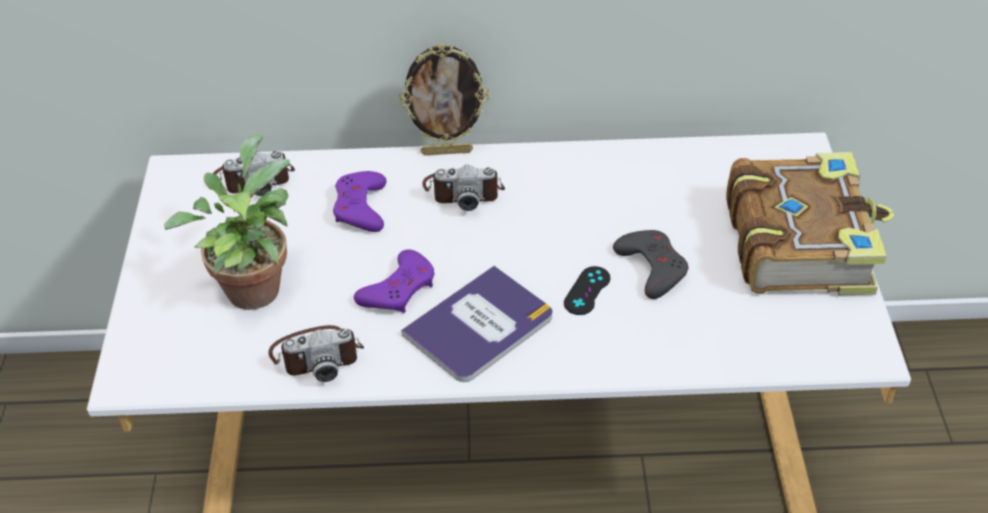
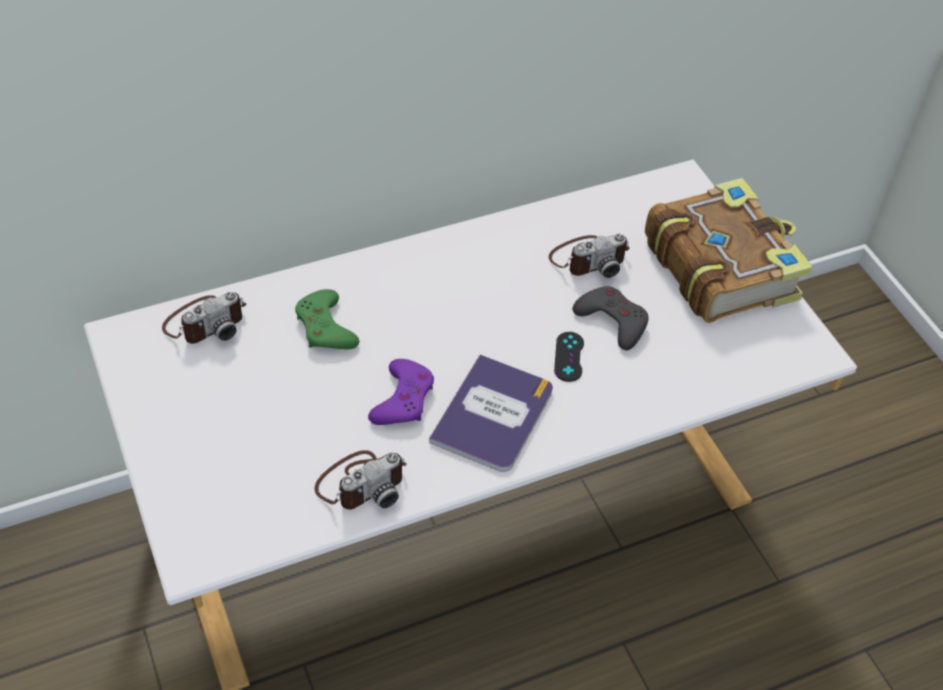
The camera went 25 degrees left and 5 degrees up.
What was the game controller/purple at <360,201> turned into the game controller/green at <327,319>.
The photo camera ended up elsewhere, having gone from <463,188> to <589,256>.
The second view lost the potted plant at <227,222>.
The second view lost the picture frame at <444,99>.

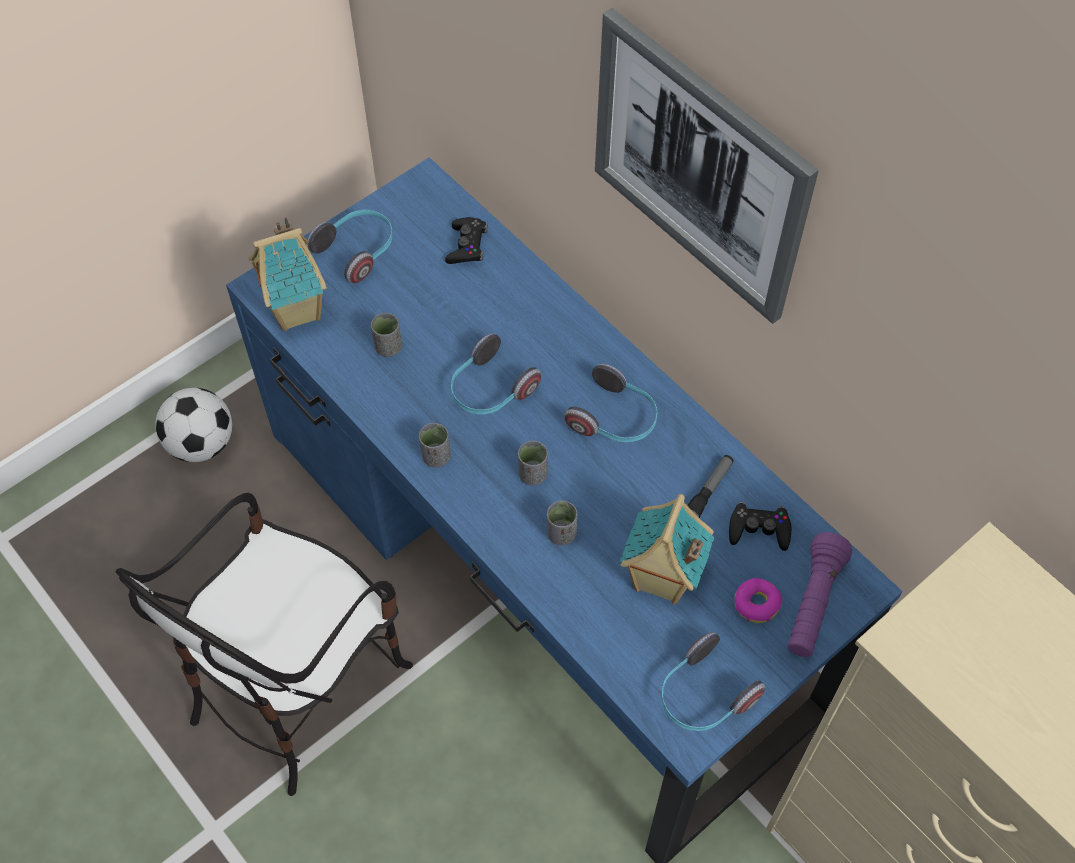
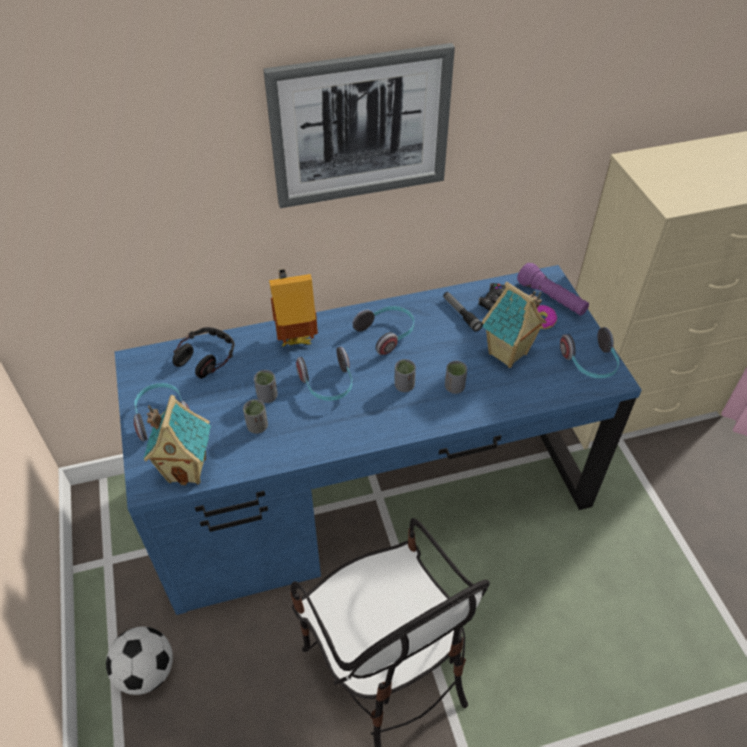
The camera went 65 degrees left and 10 degrees down.
Where the game controller/black stood at <466,240>, the headphones came to stand at <204,353>.
The cup/grey ended up elsewhere, having gone from <435,445> to <266,386>.
The second view gained the toy house at <293,307>.

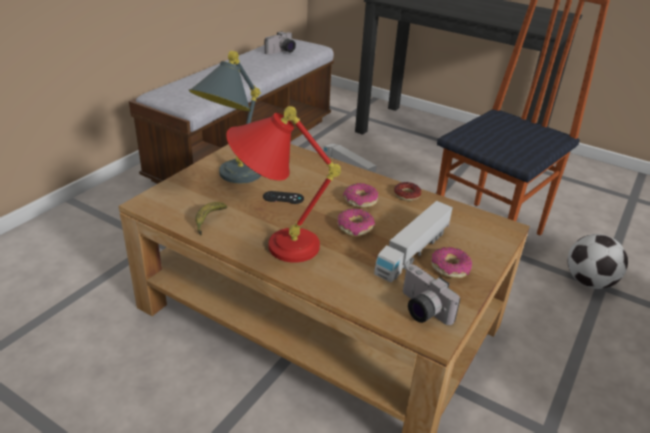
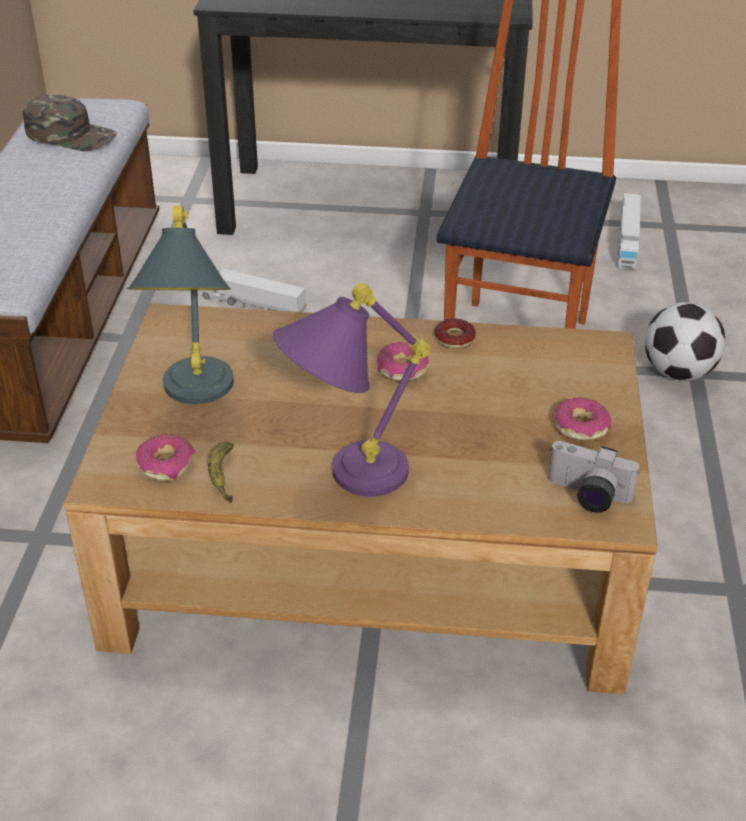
The camera went 25 degrees left and 5 degrees up.
Where the photo camera stood at <280,43>, the cap/green came to stand at <69,123>.
The donut ended up elsewhere, having gone from <356,222> to <165,457>.
What was the table lamp/red at <284,184> turned into the table lamp/purple at <352,390>.
The toy truck ended up elsewhere, having gone from <413,241> to <629,231>.
The second view lost the game controller/black at <283,197>.

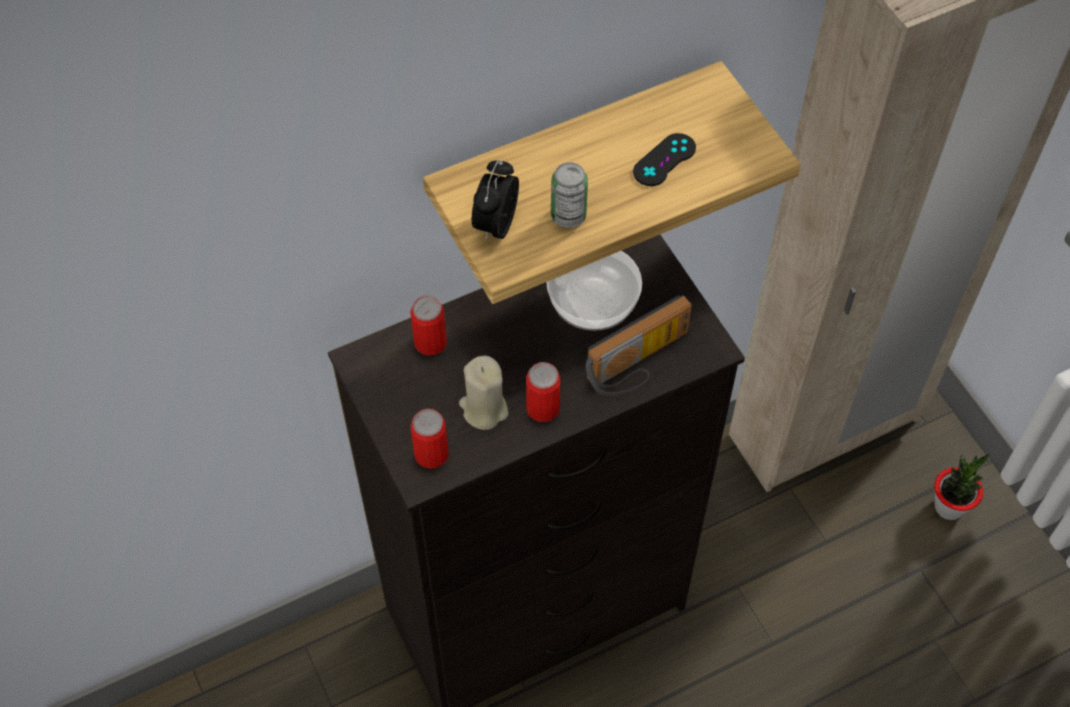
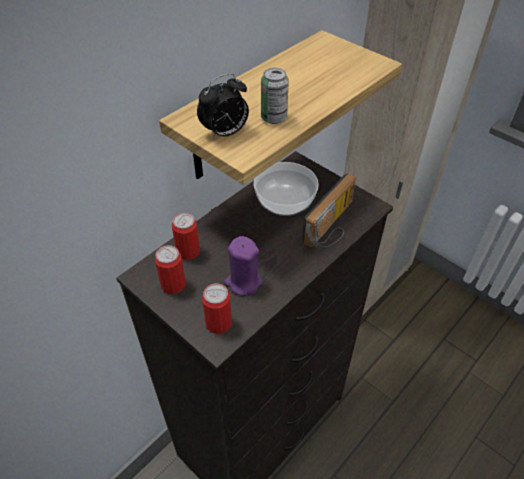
The camera went 20 degrees left and 10 degrees down.
The can ended up elsewhere, having gone from <543,392> to <170,269>.
The alarm clock at <495,200> ended up facing another way, 120 degrees counterclockwise from before.
What was the candle/beige at <483,393> turned into the candle/purple at <243,266>.
The second view lost the game controller/black at <664,159>.
The second view lost the potted plant at <962,486>.

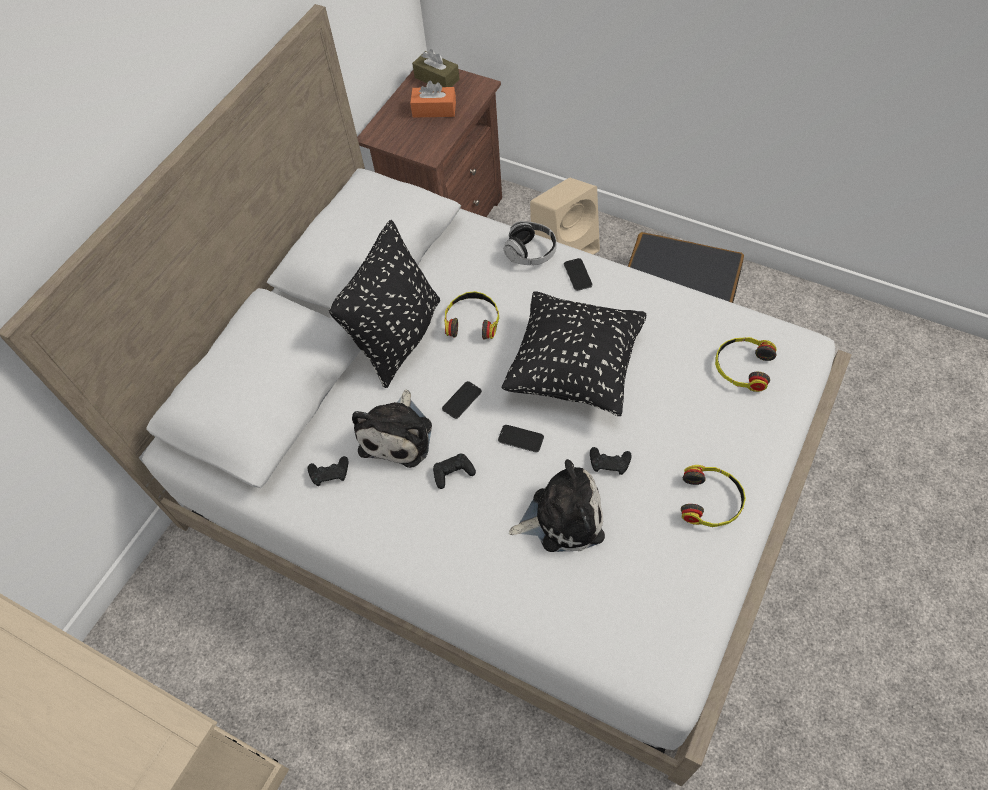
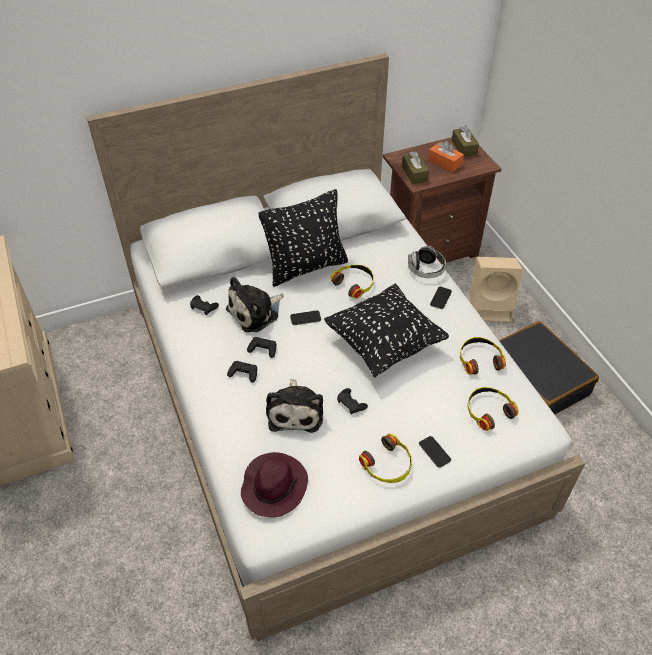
The camera went 35 degrees right and 10 degrees down.
The second view gained the game controller/black at <242,372>.
The second view gained the hat/purple at <274,485>.
The plush toy at <557,505> ended up facing another way, 60 degrees clockwise from before.
The second view gained the tissue box/brown at <415,167>.
The phone ended up elsewhere, having gone from <521,438> to <435,452>.
The second view gained the headphones at <483,356>.

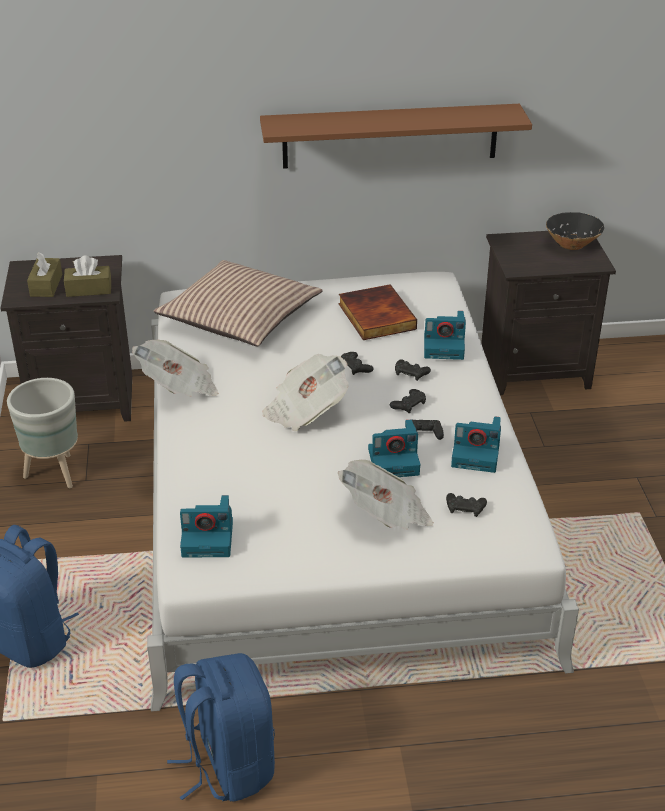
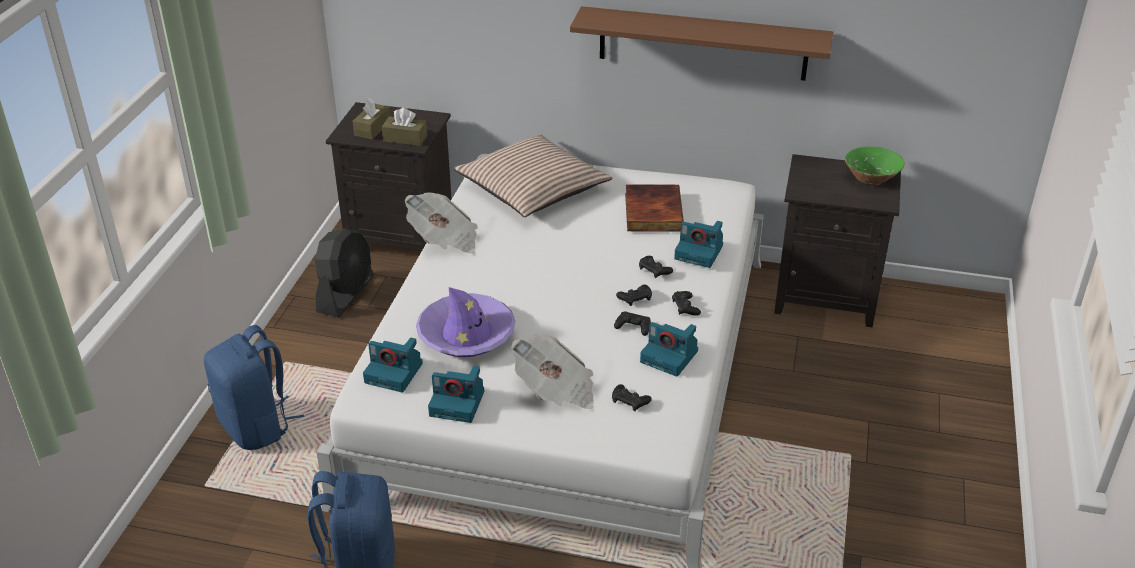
The camera went 20 degrees right and 0 degrees up.
Where the planter/grey stood at <42,433>, the fan/black came to stand at <344,273>.
The second view gained the hat/purple at <465,322>.
The photo camera ended up elsewhere, having gone from <394,448> to <456,394>.
The game controller/black ended up elsewhere, having gone from <357,363> to <686,303>.
What was the bowl/black at <575,231> turned into the bowl/green at <875,165>.
The second view lost the newspaper at <305,392>.

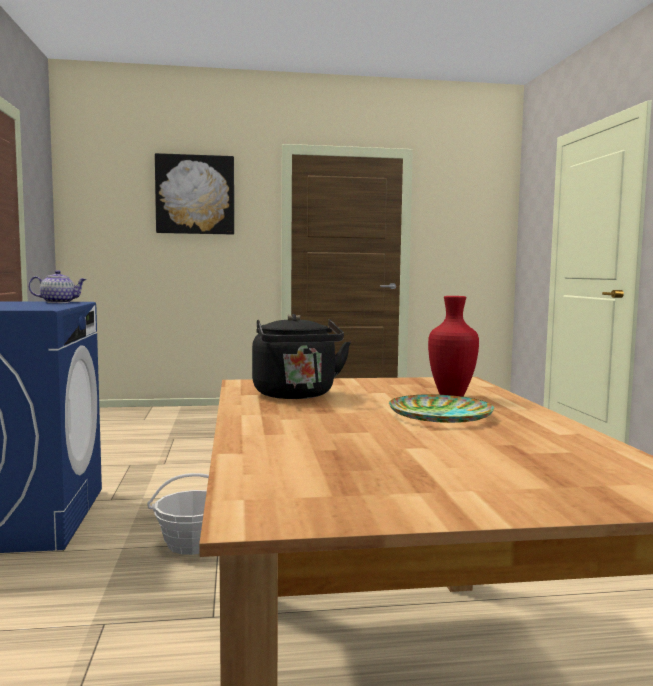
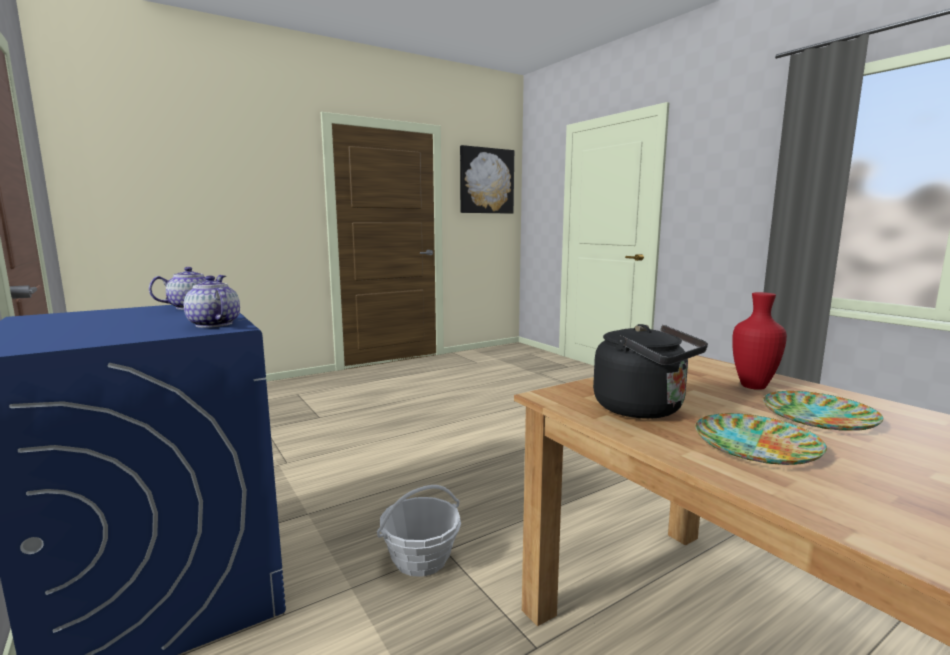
The camera went 25 degrees left and 5 degrees up.
The second view gained the teapot at <212,302>.
The picture ended up elsewhere, having gone from <194,194> to <487,179>.
The second view gained the plate at <761,439>.

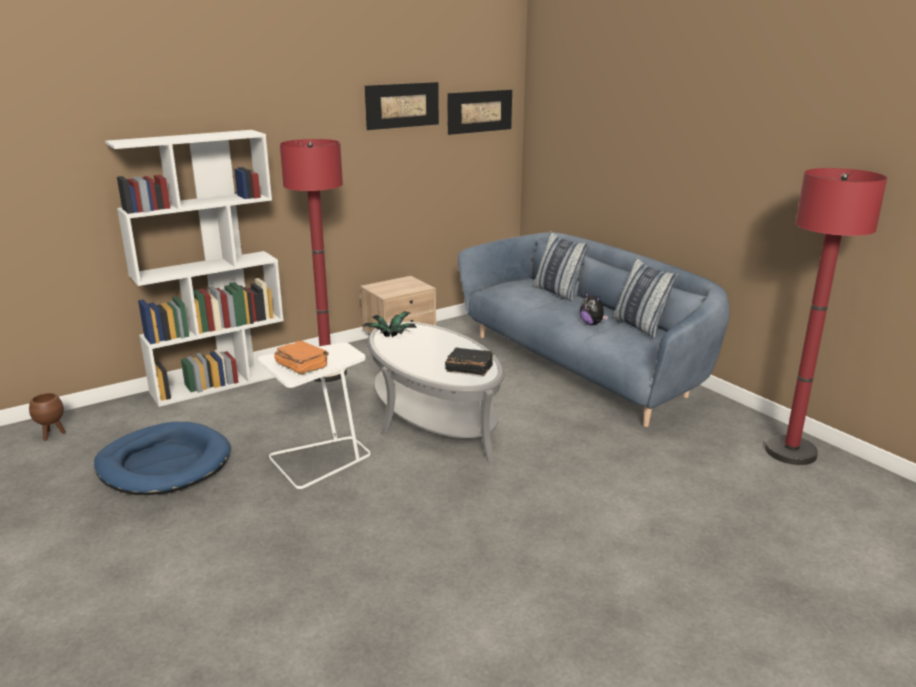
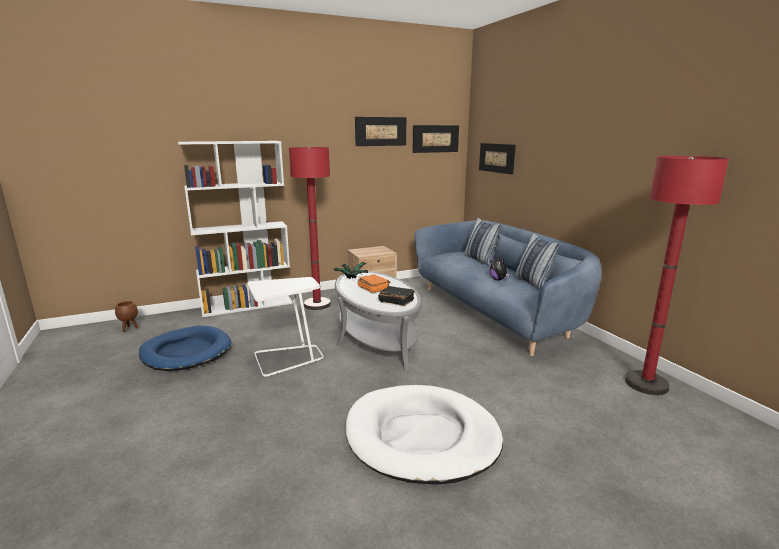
The camera went 10 degrees right and 5 degrees down.
The second view gained the dog bed/white at <424,435>.
The book/orange ended up elsewhere, having gone from <301,357> to <374,283>.
The second view gained the picture at <497,159>.

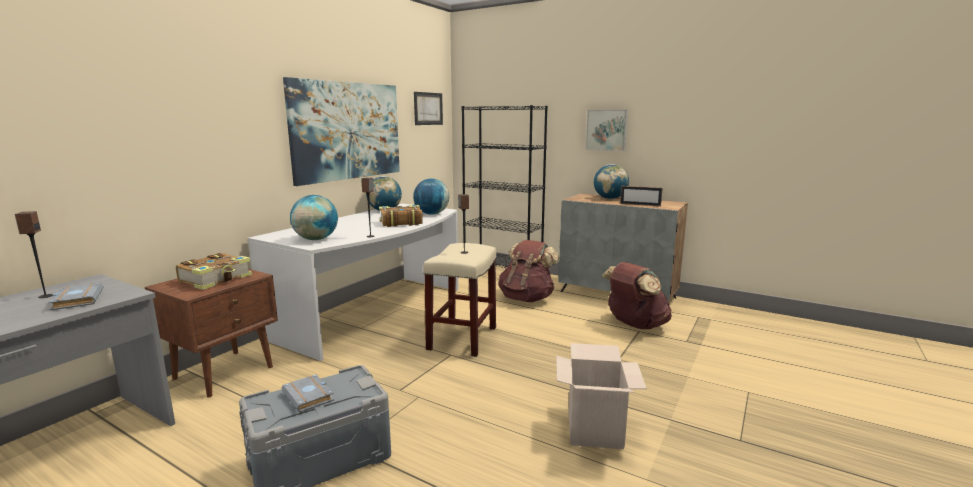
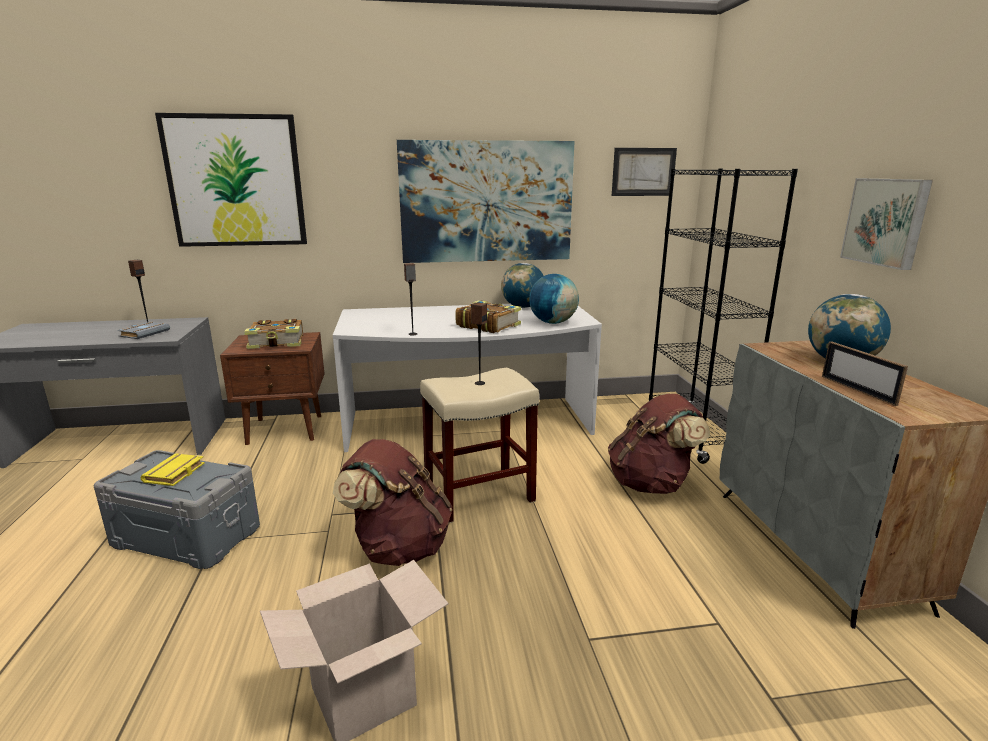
The camera went 50 degrees right and 5 degrees up.
What was the book/grey at <307,393> turned into the book/yellow at <172,469>.
The second view gained the picture at <231,180>.
The backpack/brown ended up elsewhere, having gone from <637,295> to <392,502>.
The second view lost the globe at <314,217>.

